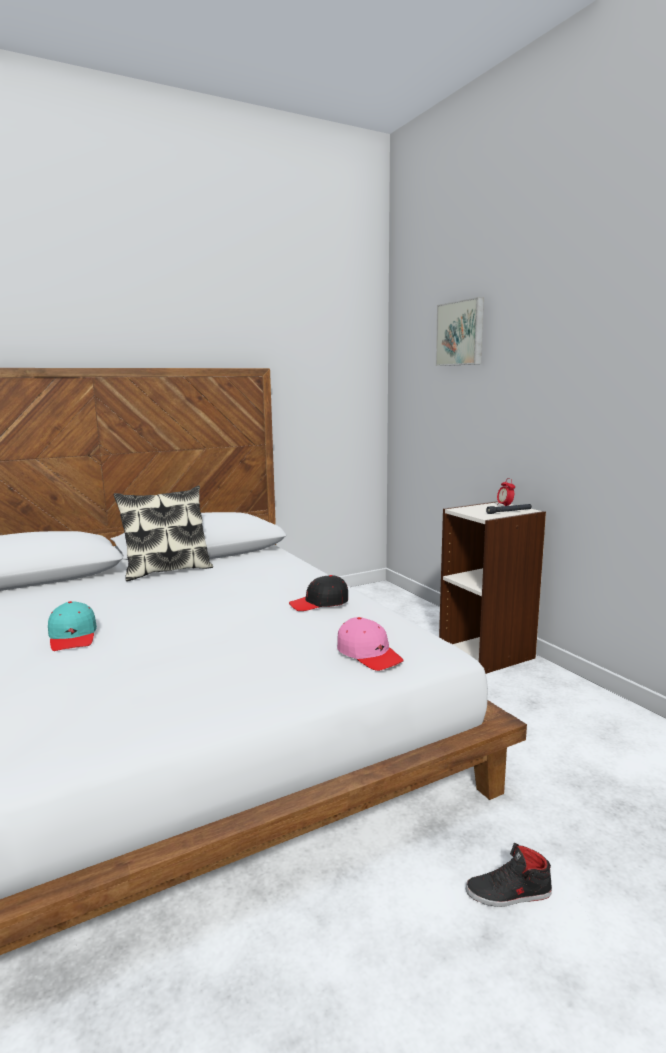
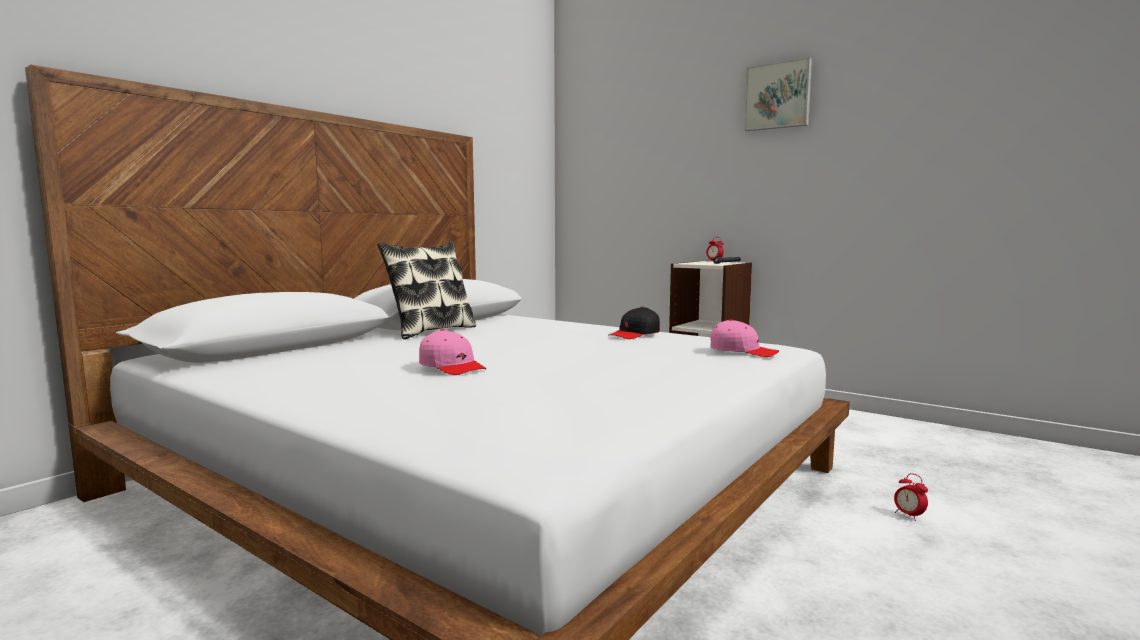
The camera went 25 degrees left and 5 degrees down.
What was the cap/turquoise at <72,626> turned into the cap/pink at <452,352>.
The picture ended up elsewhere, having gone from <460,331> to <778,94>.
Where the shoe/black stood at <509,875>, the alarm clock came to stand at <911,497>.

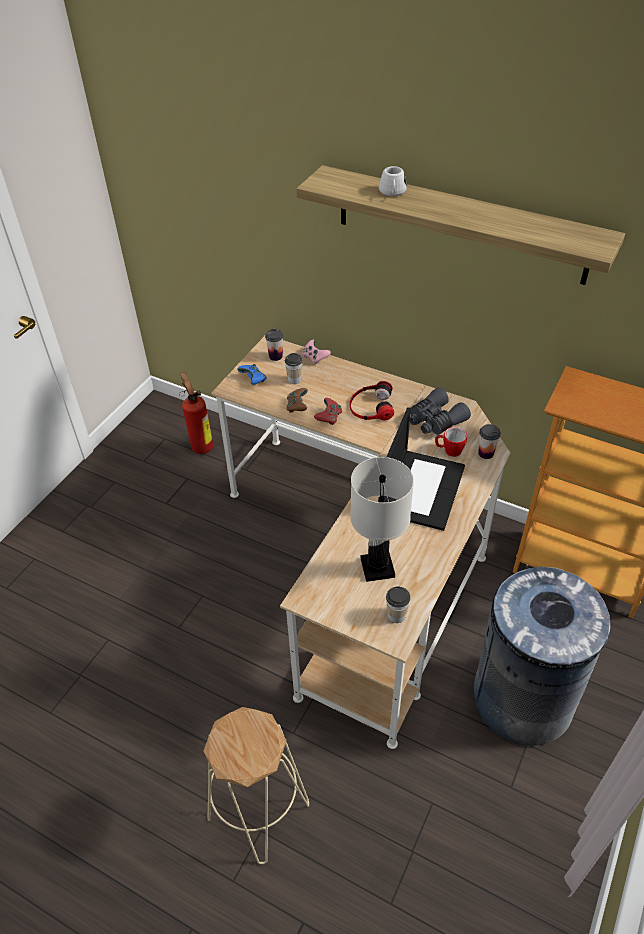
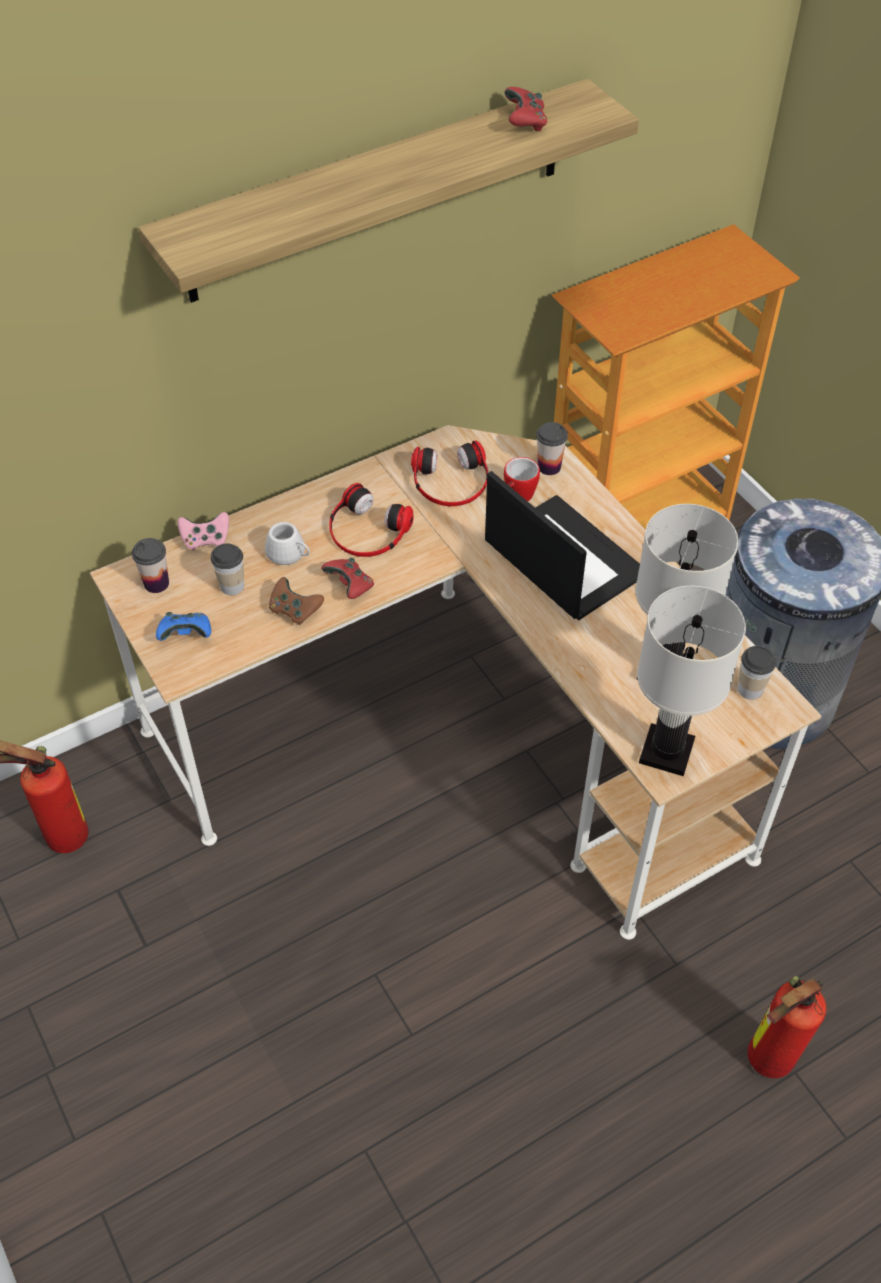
The camera went 60 degrees left and 5 degrees up.
The mug/white ended up elsewhere, having gone from <393,181> to <287,543>.
Where the binoculars/grey stood at <440,411>, the headphones came to stand at <449,473>.
The second view gained the game controller/red at <525,109>.
The second view gained the table lamp/white at <691,681>.
Where the stool/beige stood at <256,785>, the fire extinguisher came to stand at <787,1026>.

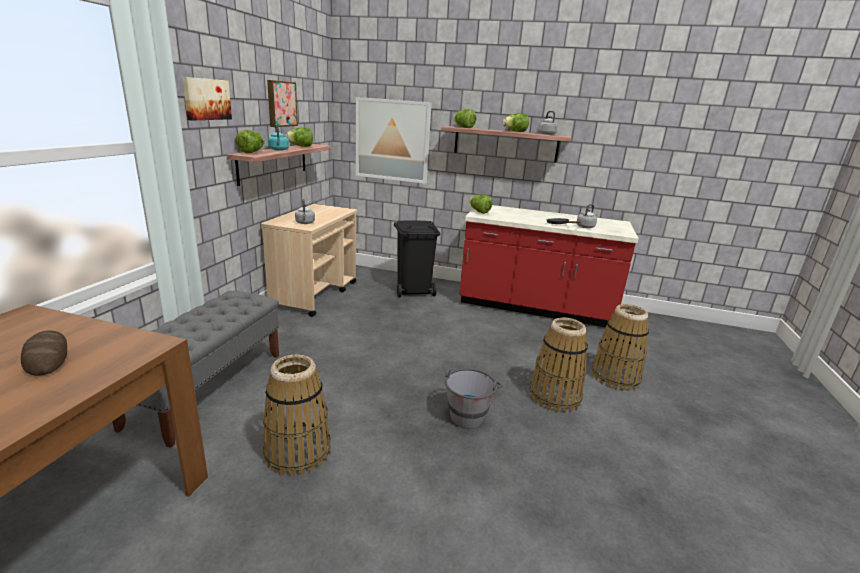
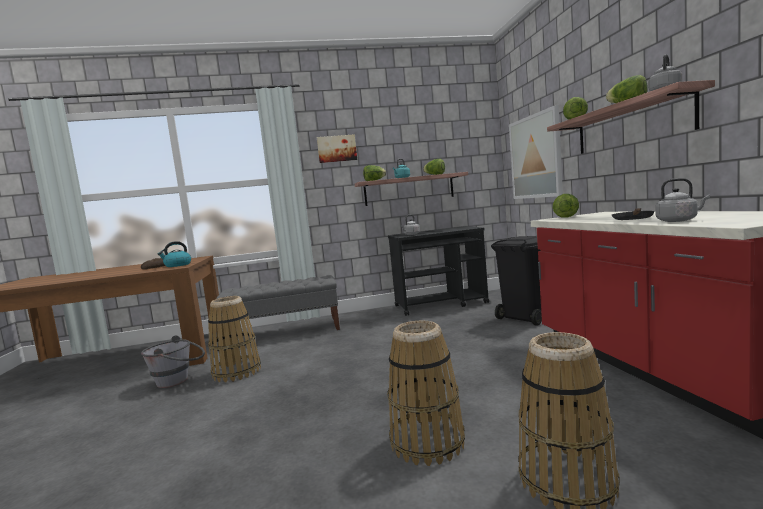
The camera went 65 degrees right and 15 degrees down.
The bucket/grey ended up elsewhere, having gone from <474,398> to <173,361>.
The second view gained the kettle at <174,254>.
What was the cart/beige at <309,260> turned into the cart/black at <438,271>.
The second view lost the picture at <282,103>.

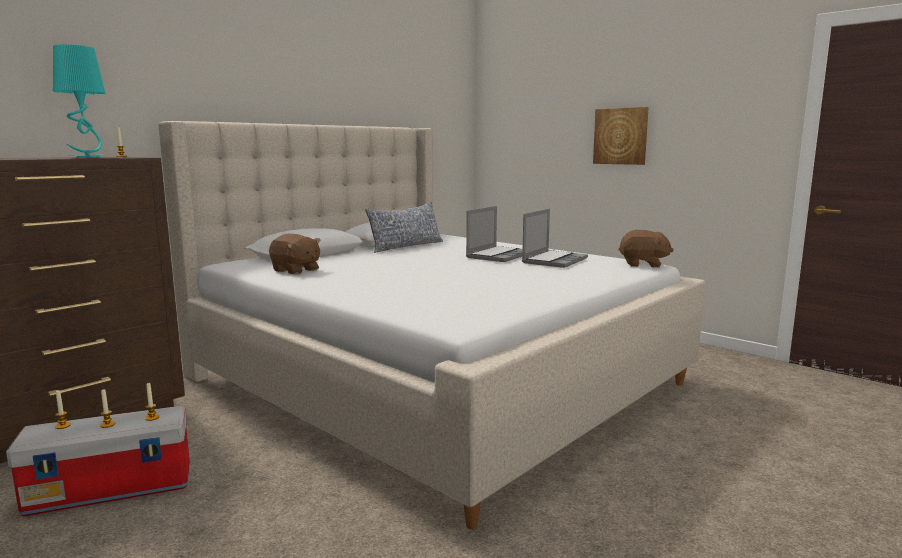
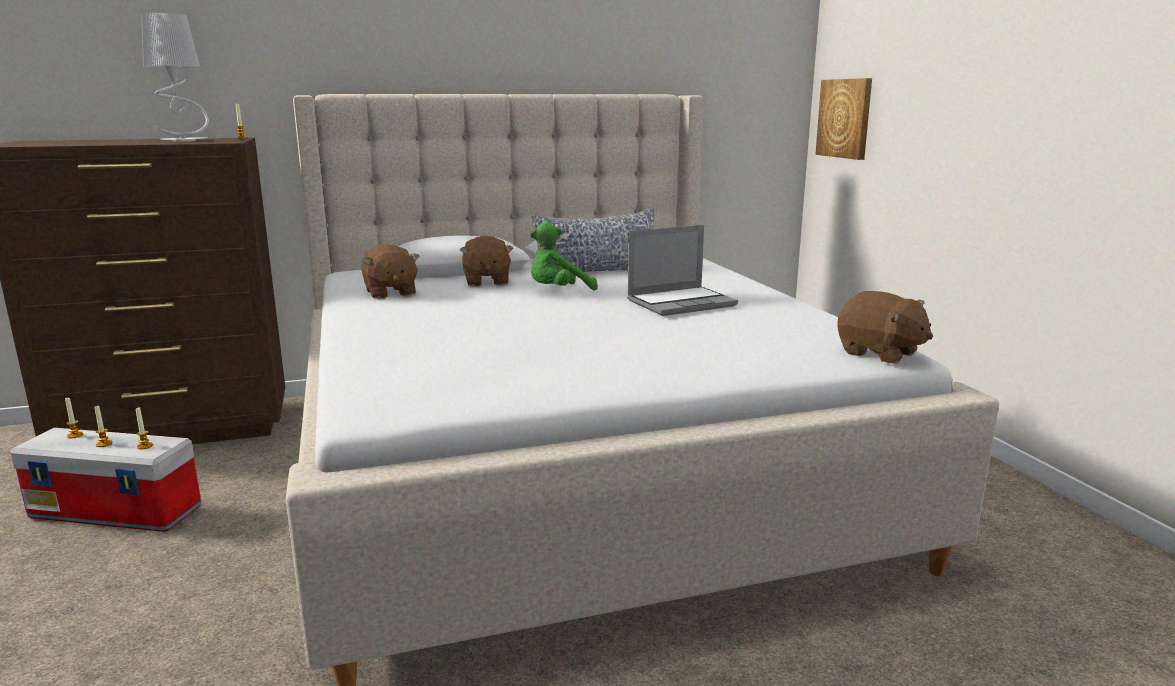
The camera went 30 degrees right and 5 degrees up.
What was the table lamp/turquoise at <79,101> turned into the table lamp/grey at <175,77>.
The second view gained the plush toy/brown at <486,261>.
The second view gained the plush toy/green at <564,256>.
The picture ended up elsewhere, having gone from <621,136> to <843,119>.
The second view lost the laptop at <555,238>.

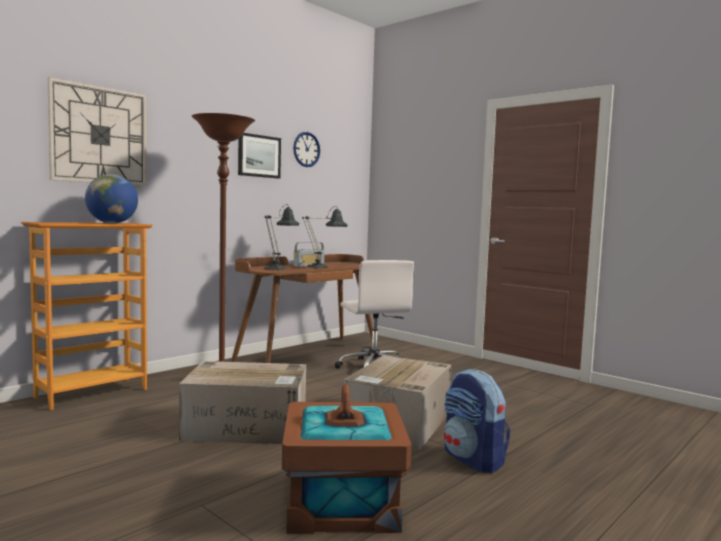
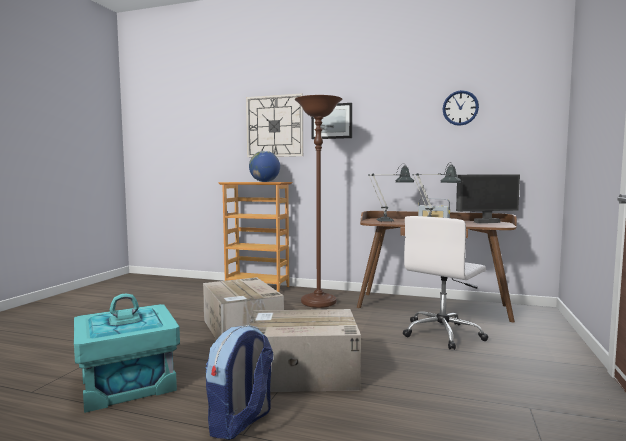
The camera went 65 degrees right and 0 degrees up.
What was the storage box/brown at <347,459> turned into the storage box/turquoise at <127,353>.
The picture ended up elsewhere, having gone from <259,156> to <331,121>.
The second view gained the monitor at <488,199>.

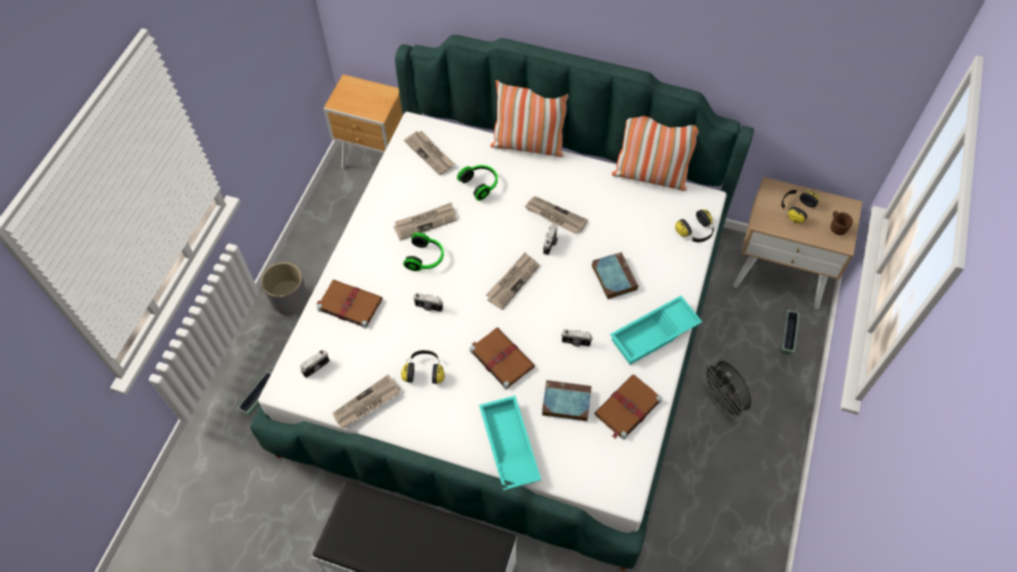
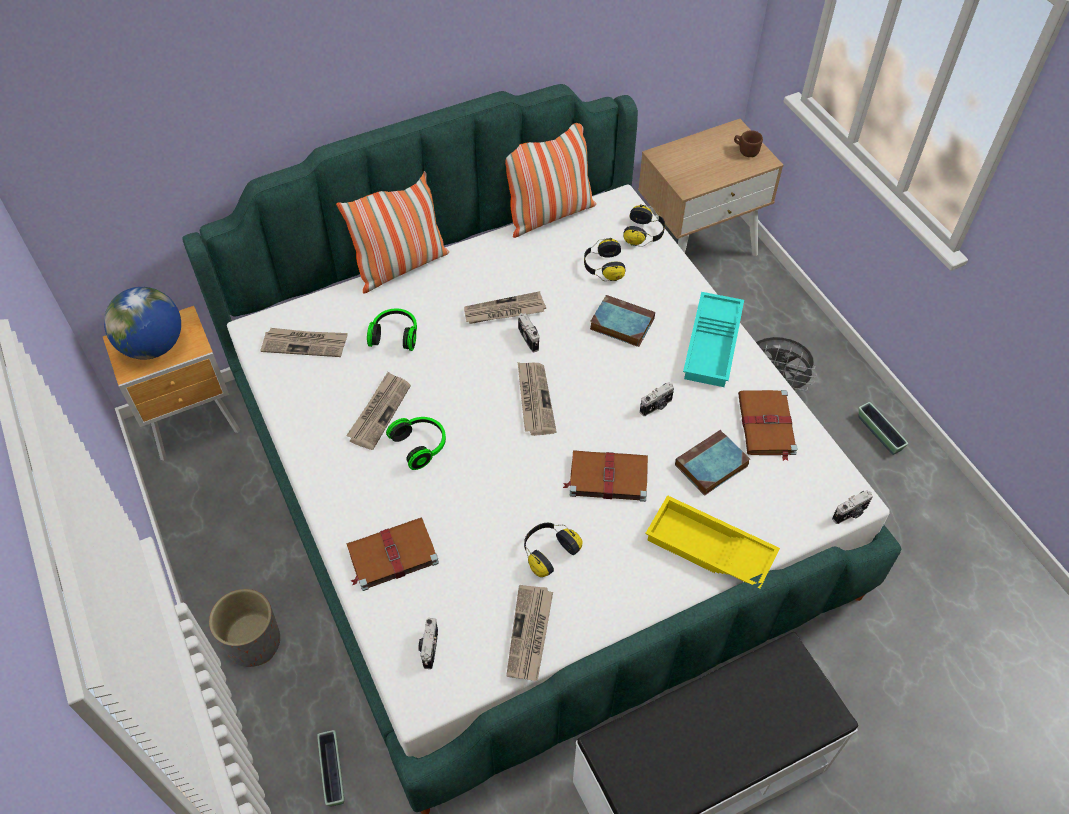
The camera went 45 degrees left and 5 degrees down.
The second view gained the globe at <142,323>.
The headphones ended up elsewhere, having gone from <800,206> to <605,259>.
What was the tray/turquoise at <510,443> turned into the tray/yellow at <712,541>.
The photo camera ended up elsewhere, having gone from <428,302> to <852,507>.
The planter ended up elsewhere, having gone from <790,332> to <883,428>.

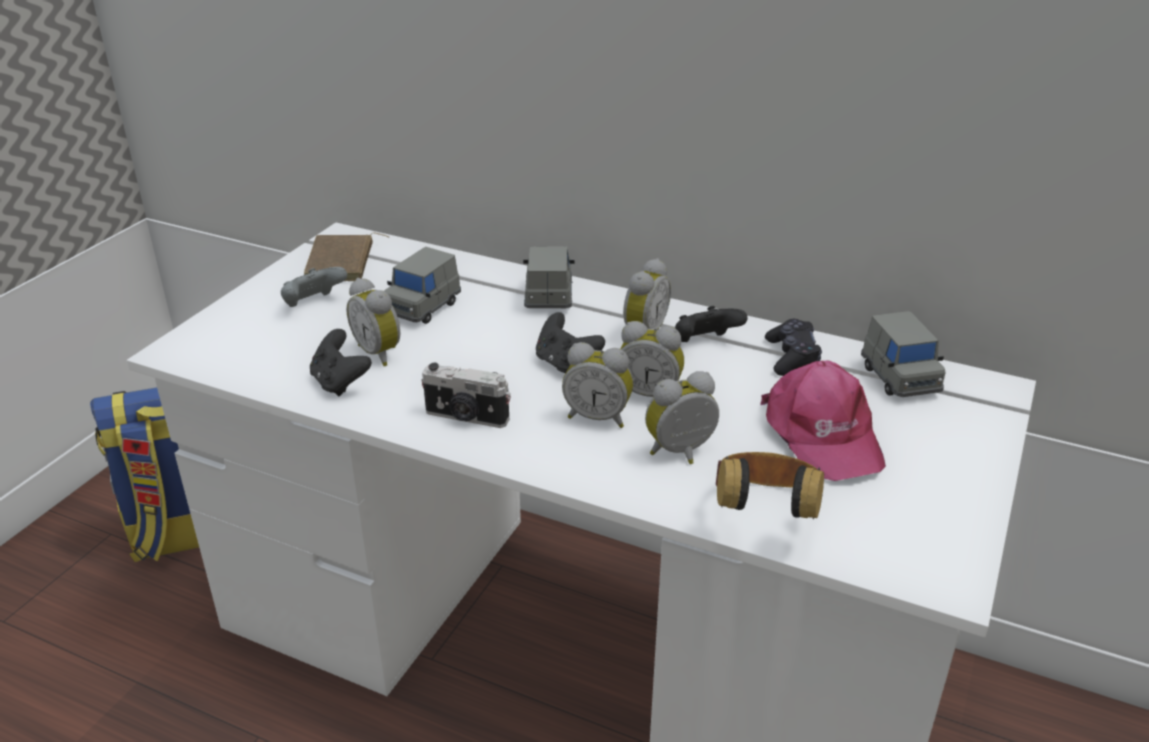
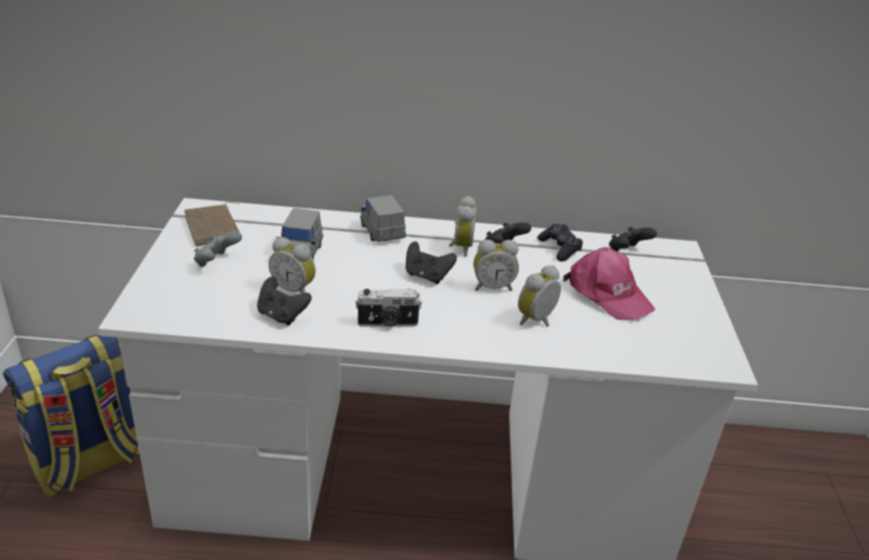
The camera went 25 degrees left and 0 degrees up.
Where the toy car/grey stood at <903,354>, the game controller/black came to stand at <633,239>.
The second view lost the alarm clock at <597,385>.
The second view lost the headphones at <770,485>.

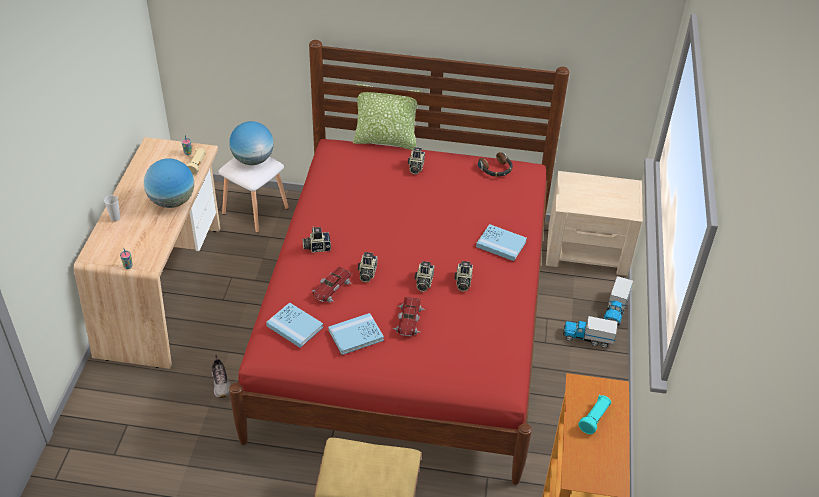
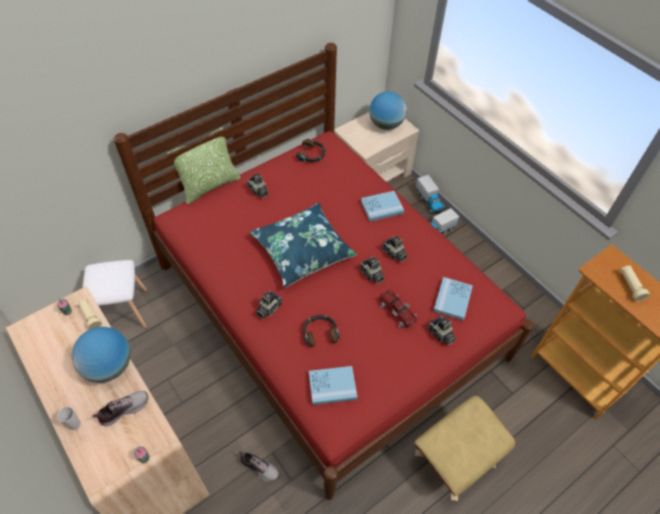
The camera went 45 degrees left and 10 degrees up.
The second view gained the shoe at <120,408>.
The second view gained the pillow/blue at <303,245>.
Where the toy car stood at <332,284>, the headphones came to stand at <321,331>.
The globe ended up elsewhere, having gone from <251,143> to <388,110>.
The photo camera ended up elsewhere, having gone from <367,267> to <441,330>.
The book/blue ended up elsewhere, having gone from <356,334> to <453,299>.
What was the flashlight/turquoise at <595,414> turned into the flashlight/beige at <634,283>.

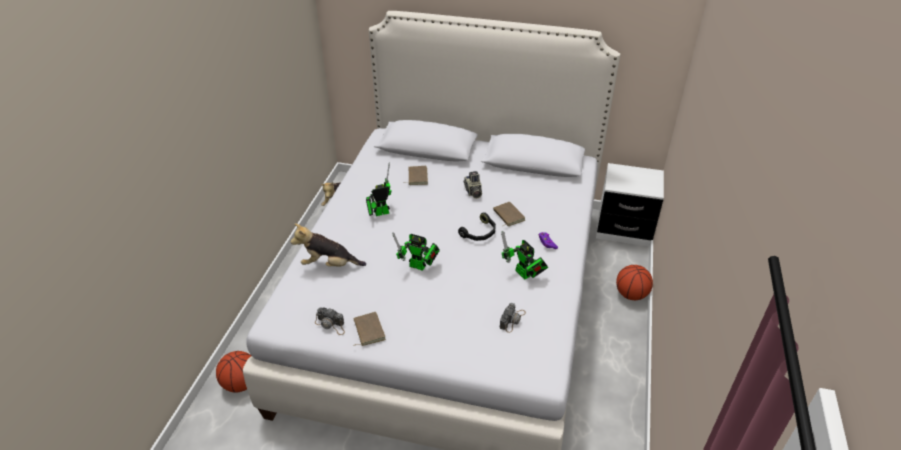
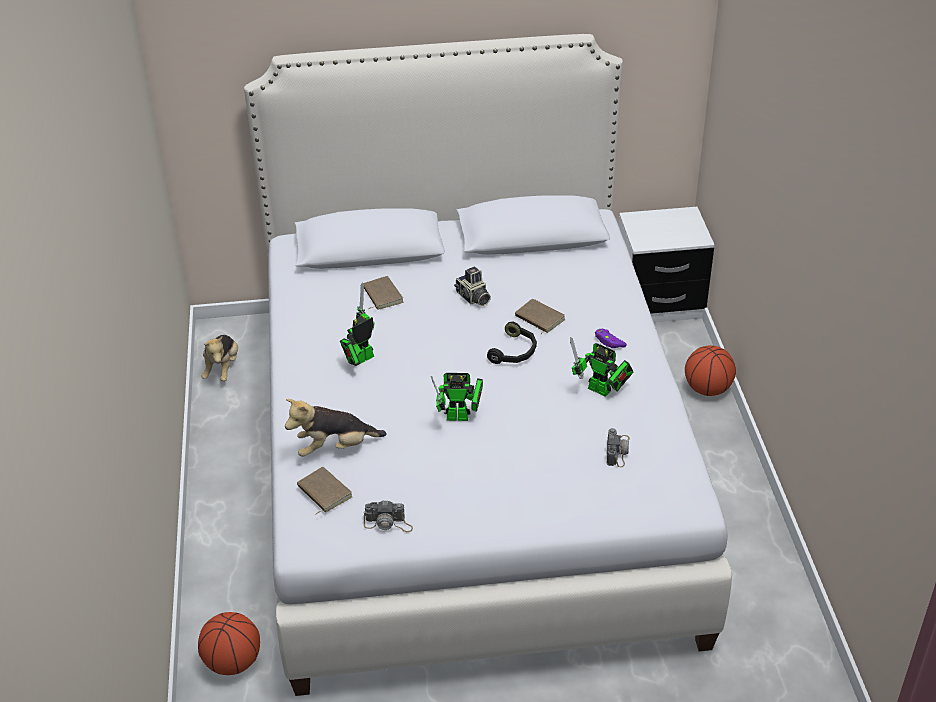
The camera went 20 degrees left and 0 degrees up.
The book/brown ended up elsewhere, having gone from <369,329> to <324,491>.

